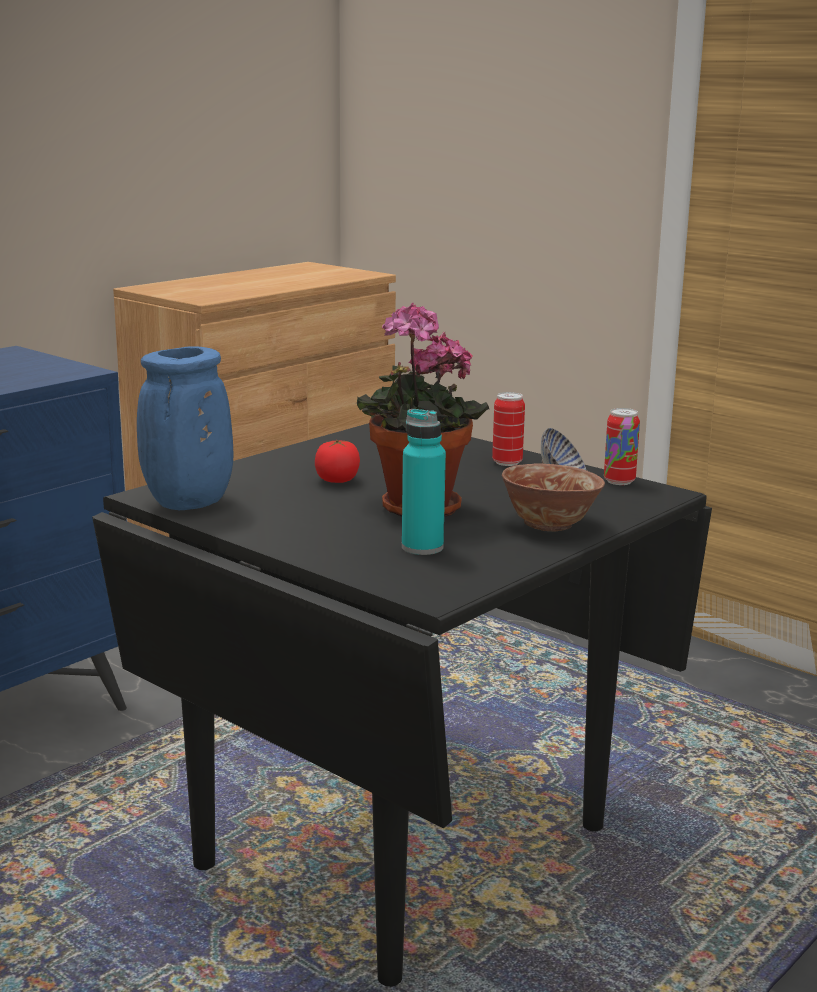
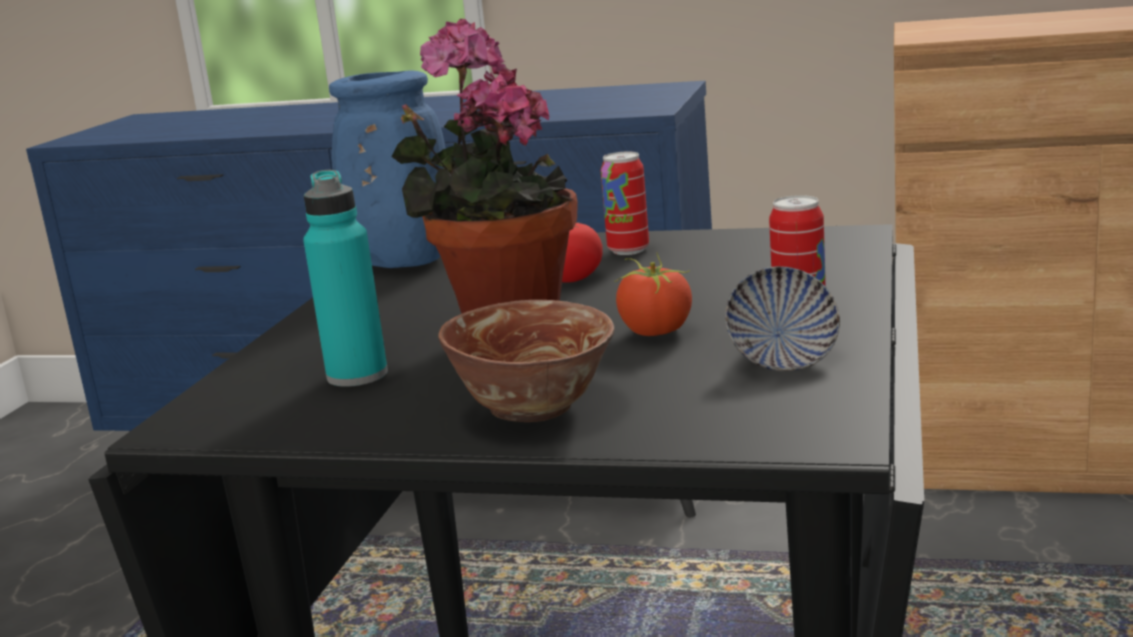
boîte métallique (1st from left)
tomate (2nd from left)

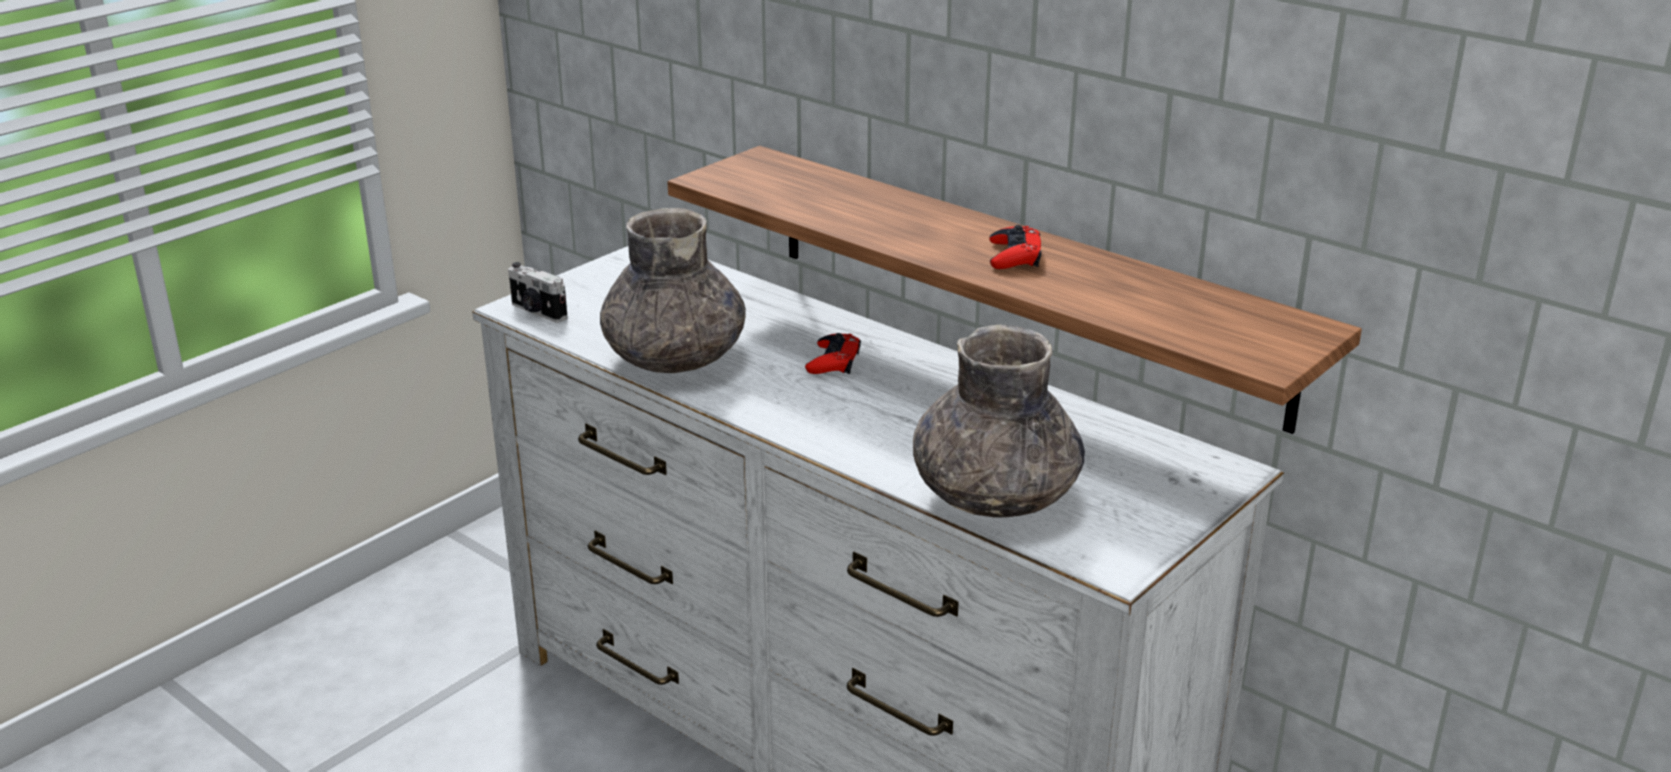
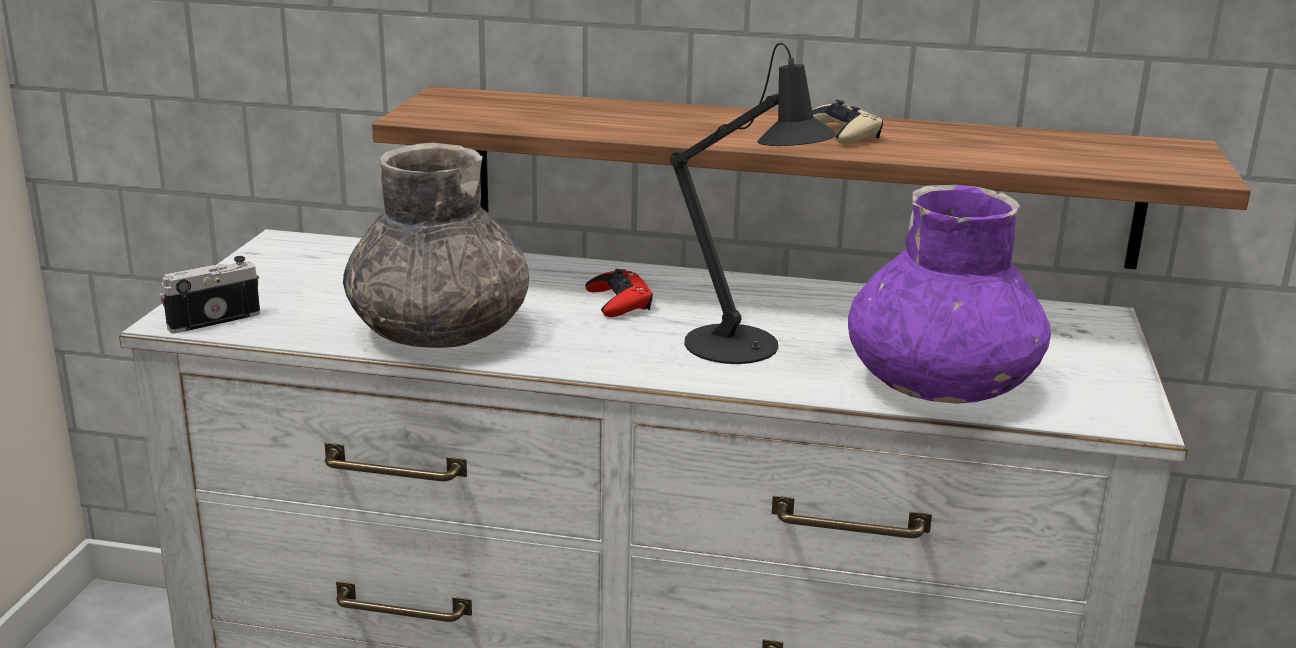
manette/beige
appareil photo
vase/violet
lampe de table/noir

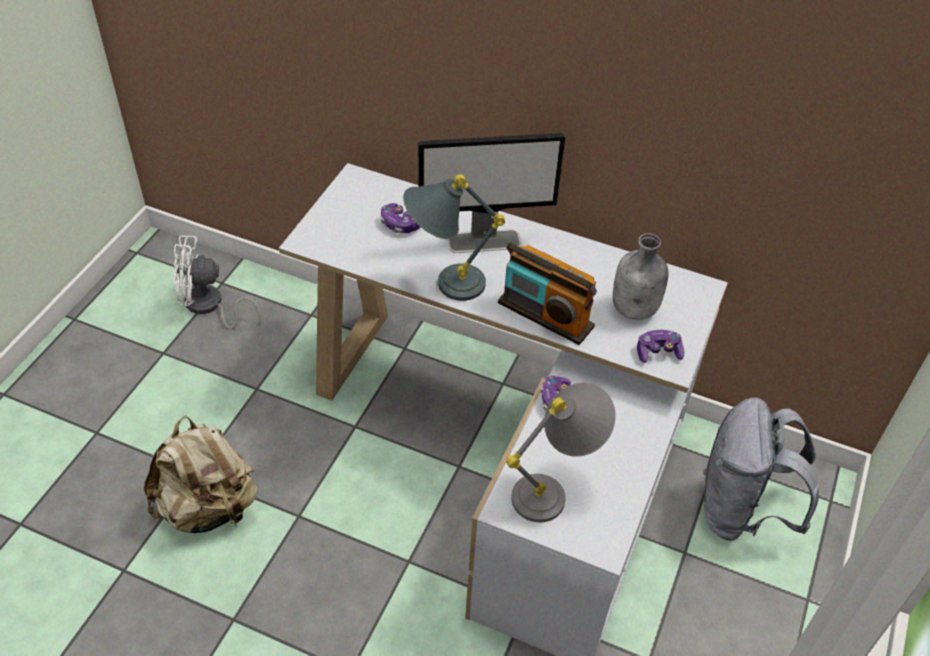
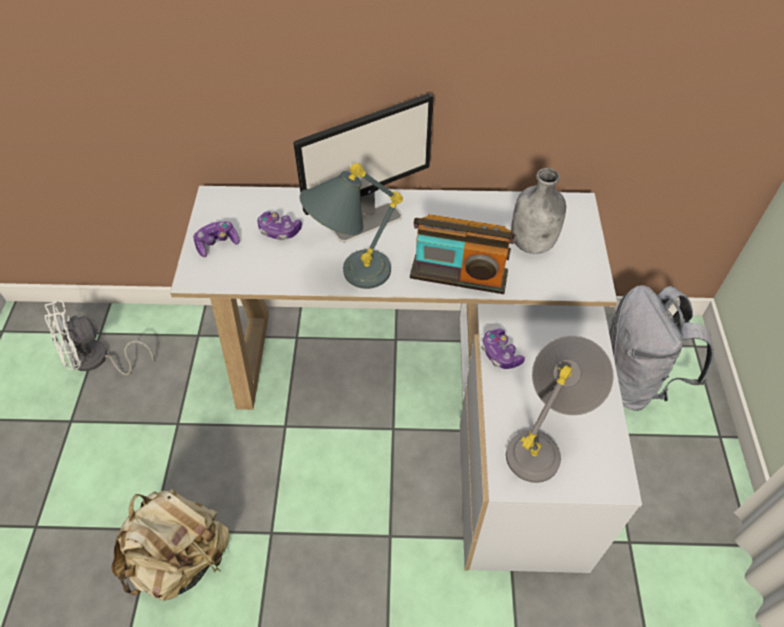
manette (1st from left)

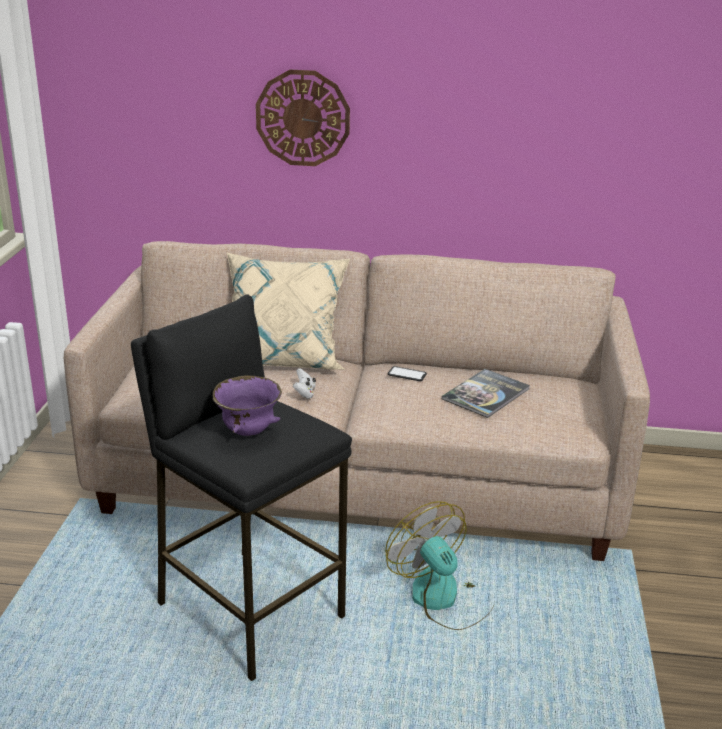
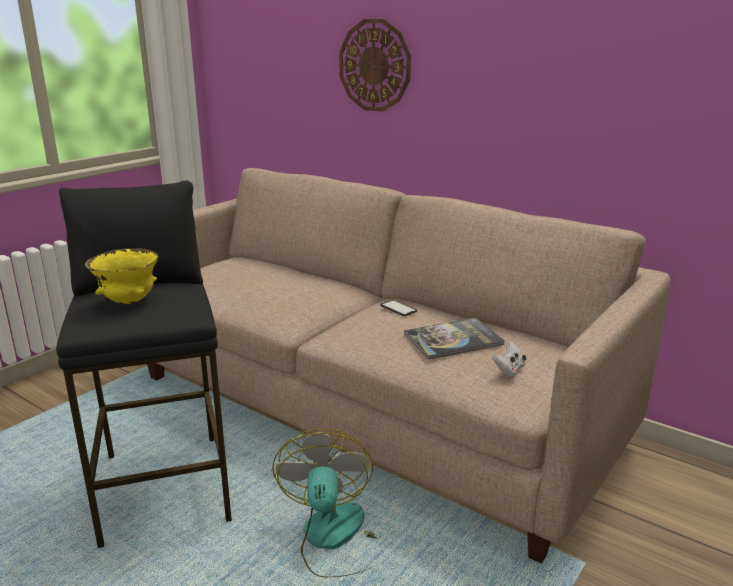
coussin/beige
manette/blanc
bol/jaune

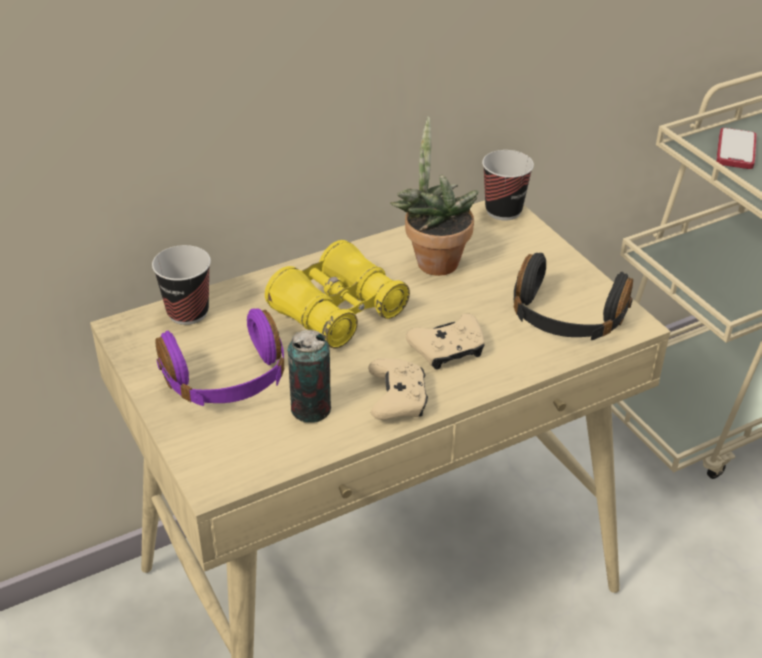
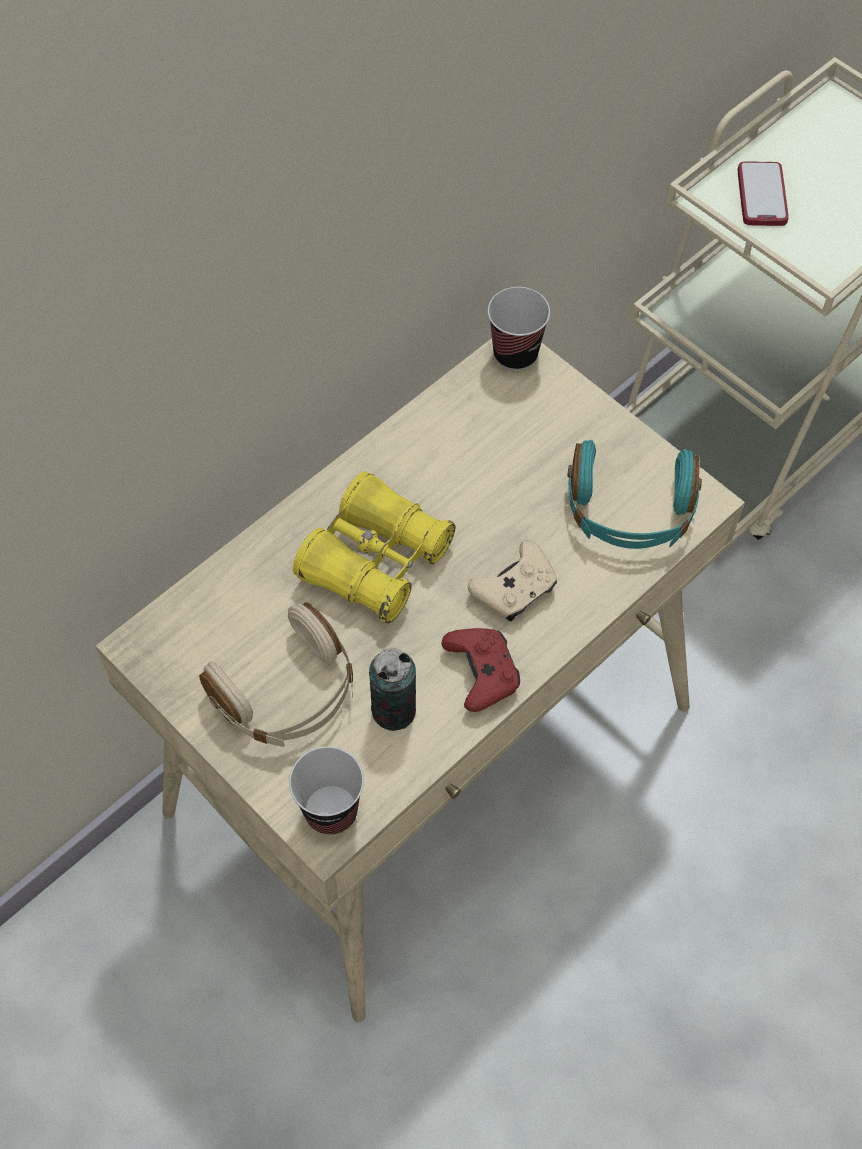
plante en pot
tasse (1st from left)
casque audio/turquoise
casque audio/beige
manette/rouge

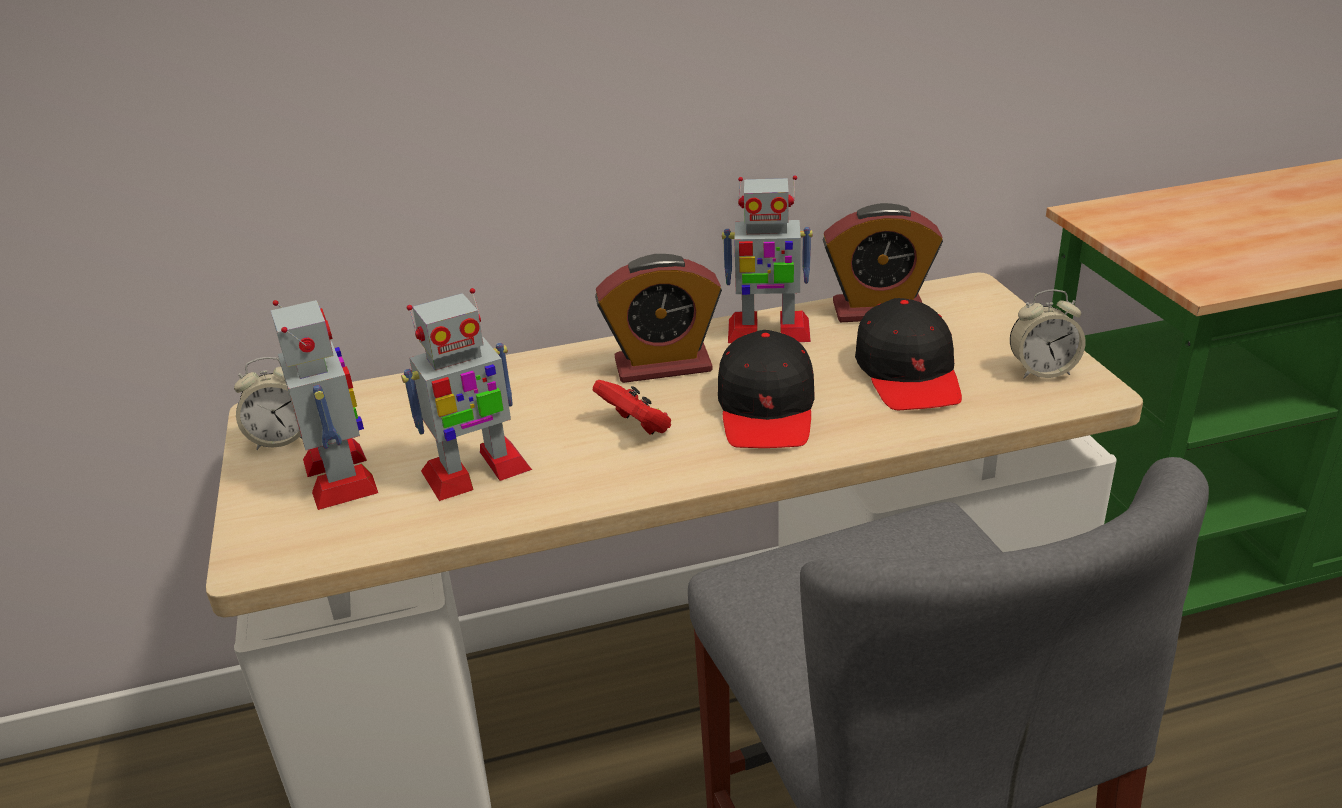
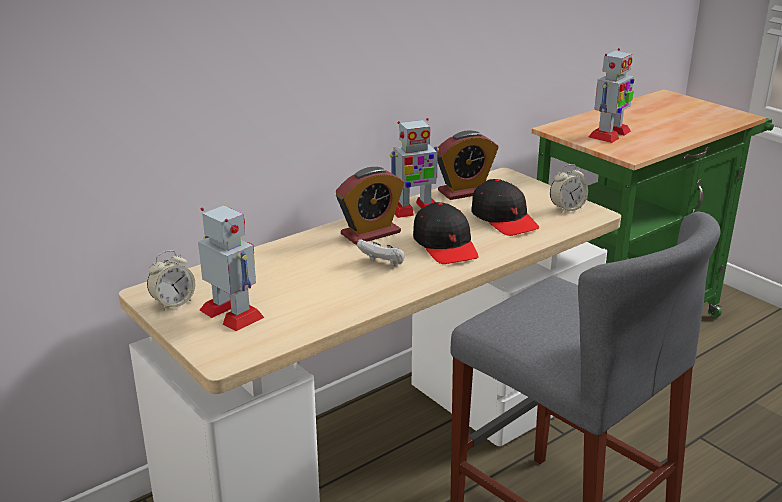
robot jouet (3rd from left)
manette/blanc

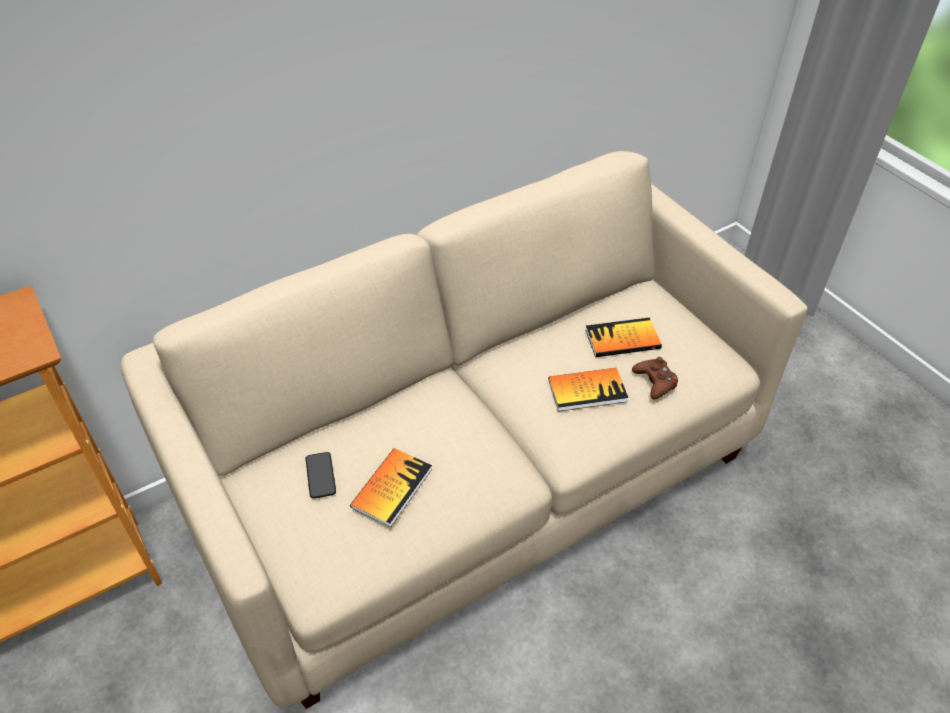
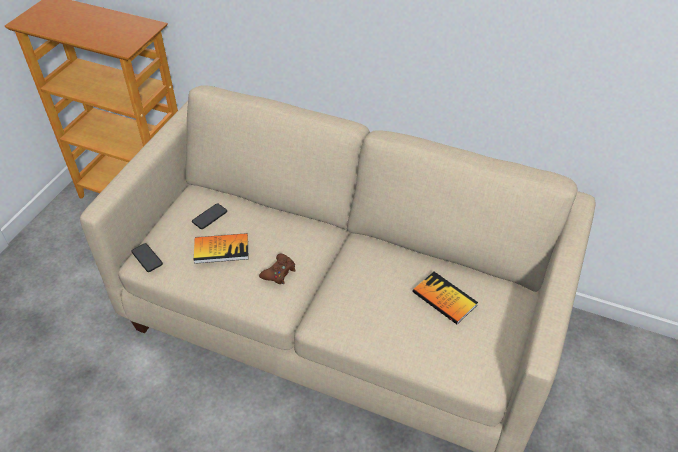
manette/marron
livre (2nd from left in the first image)
téléphone (1st from left)

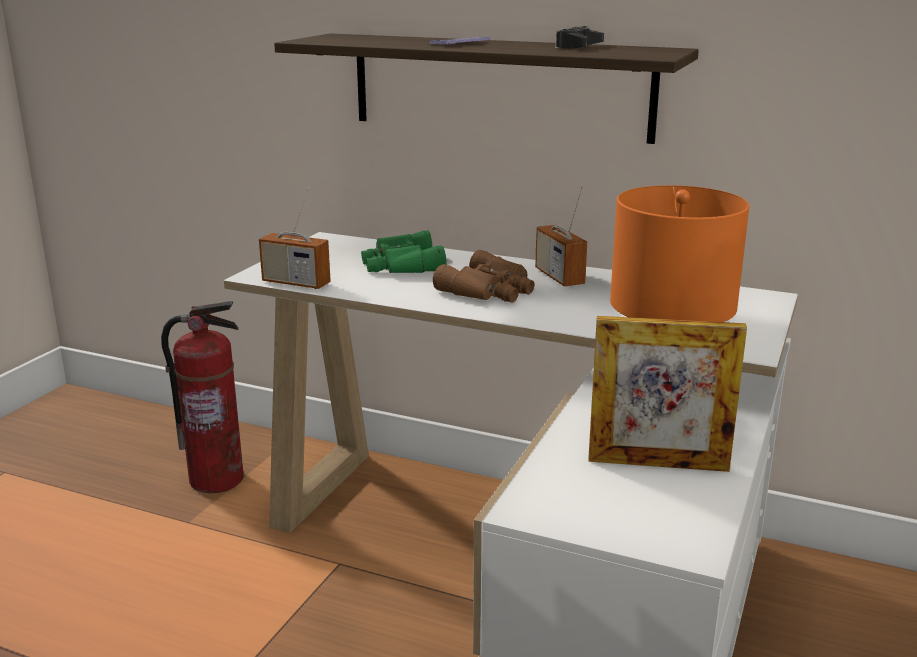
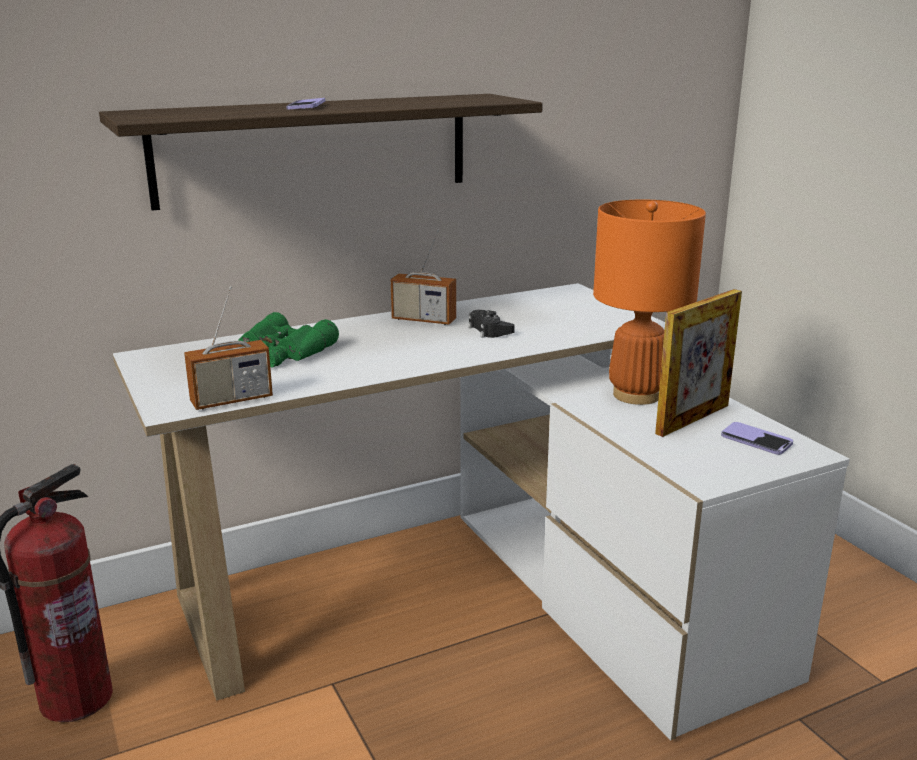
manette/noir
jumelles/marron
téléphone (2nd from left)

